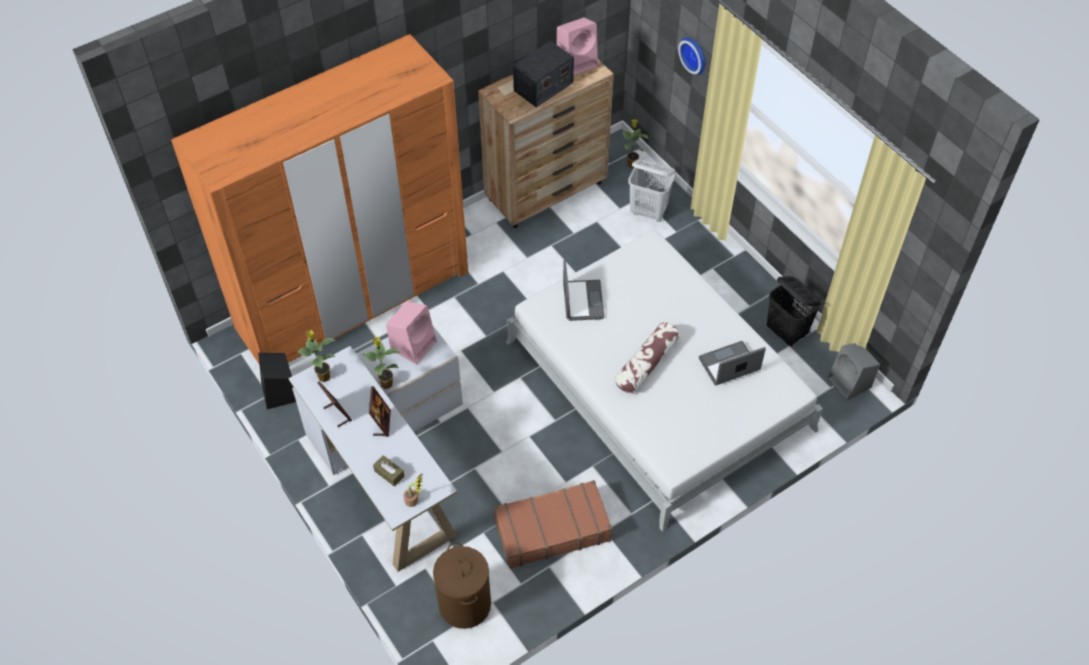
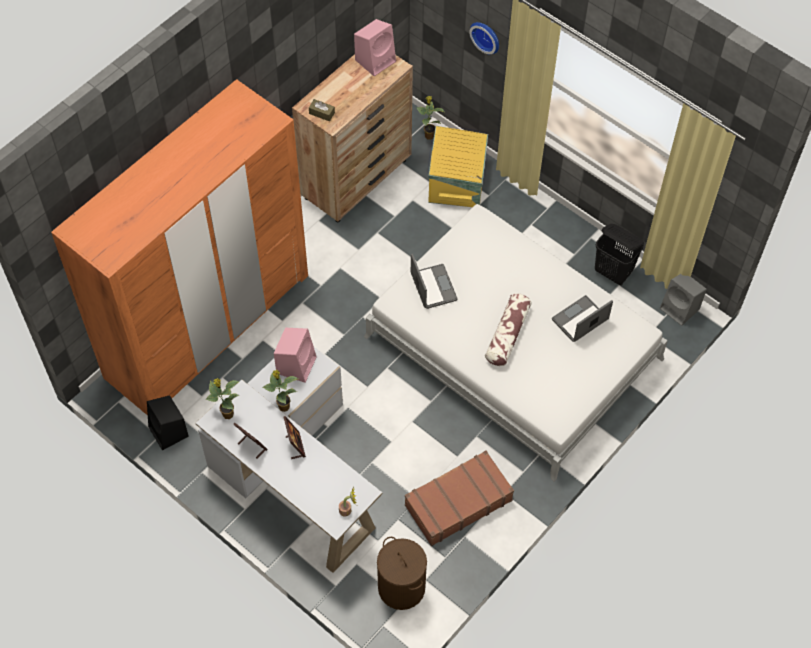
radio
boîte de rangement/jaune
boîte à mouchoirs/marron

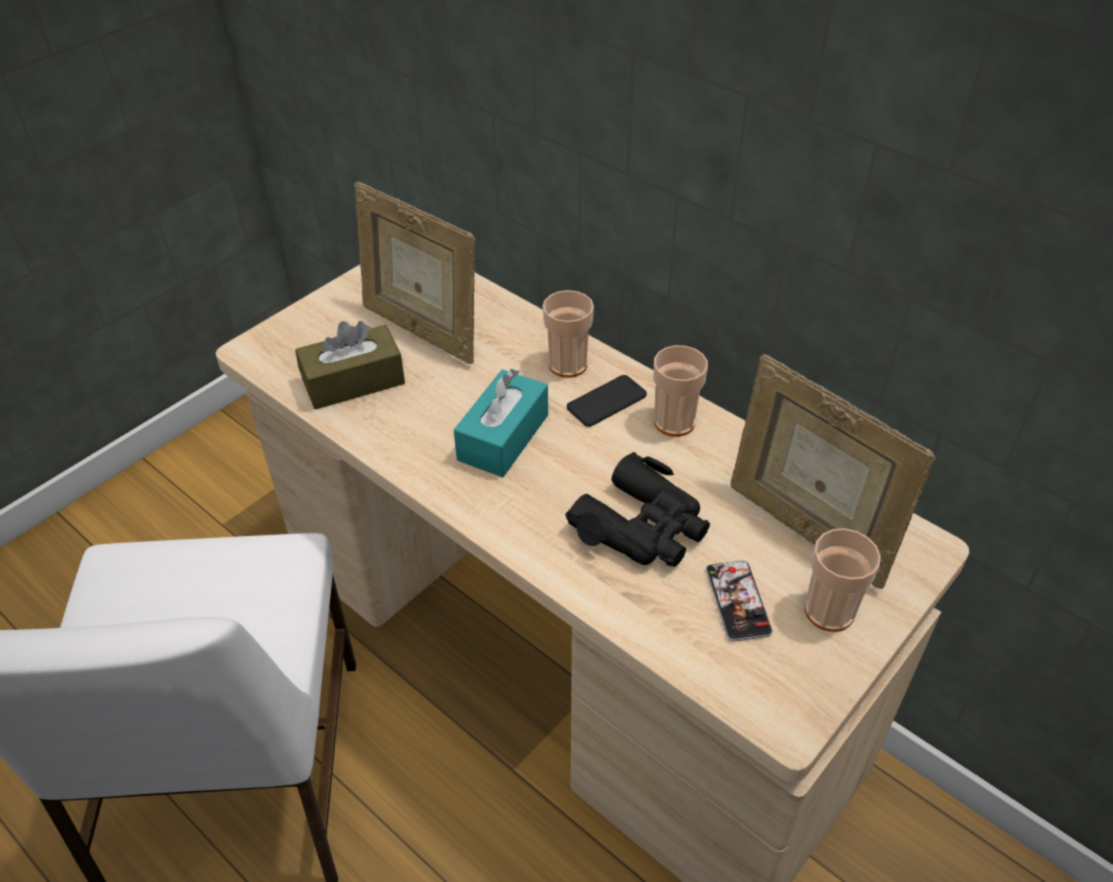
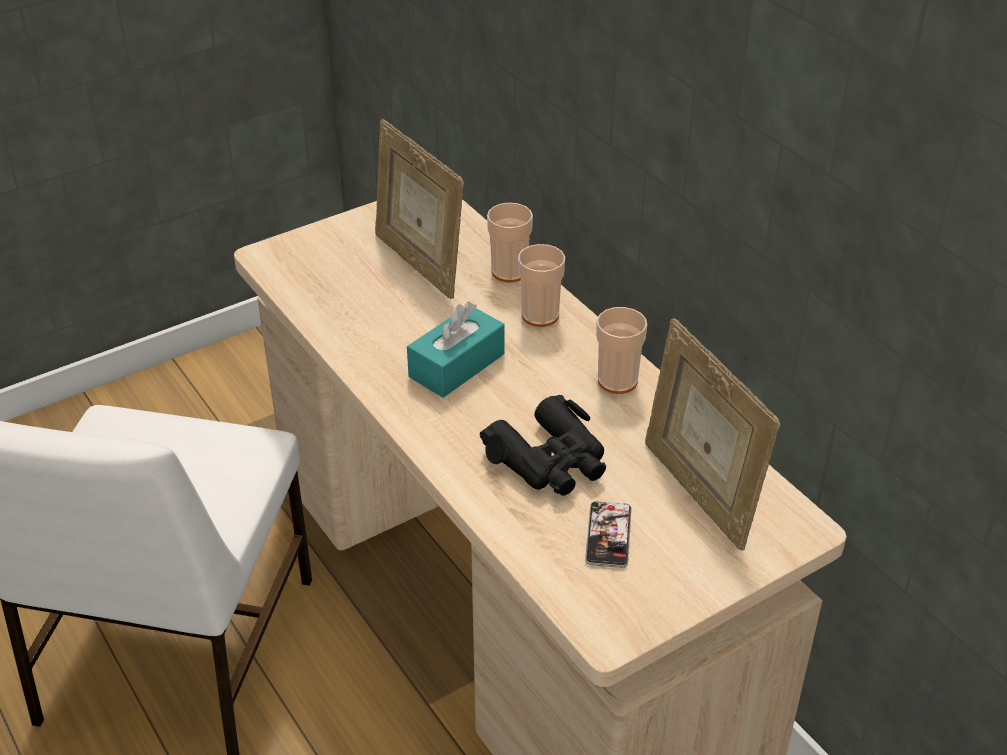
boîte à mouchoirs/marron
téléphone (1st from left in the first image)
tasse (1st from left)

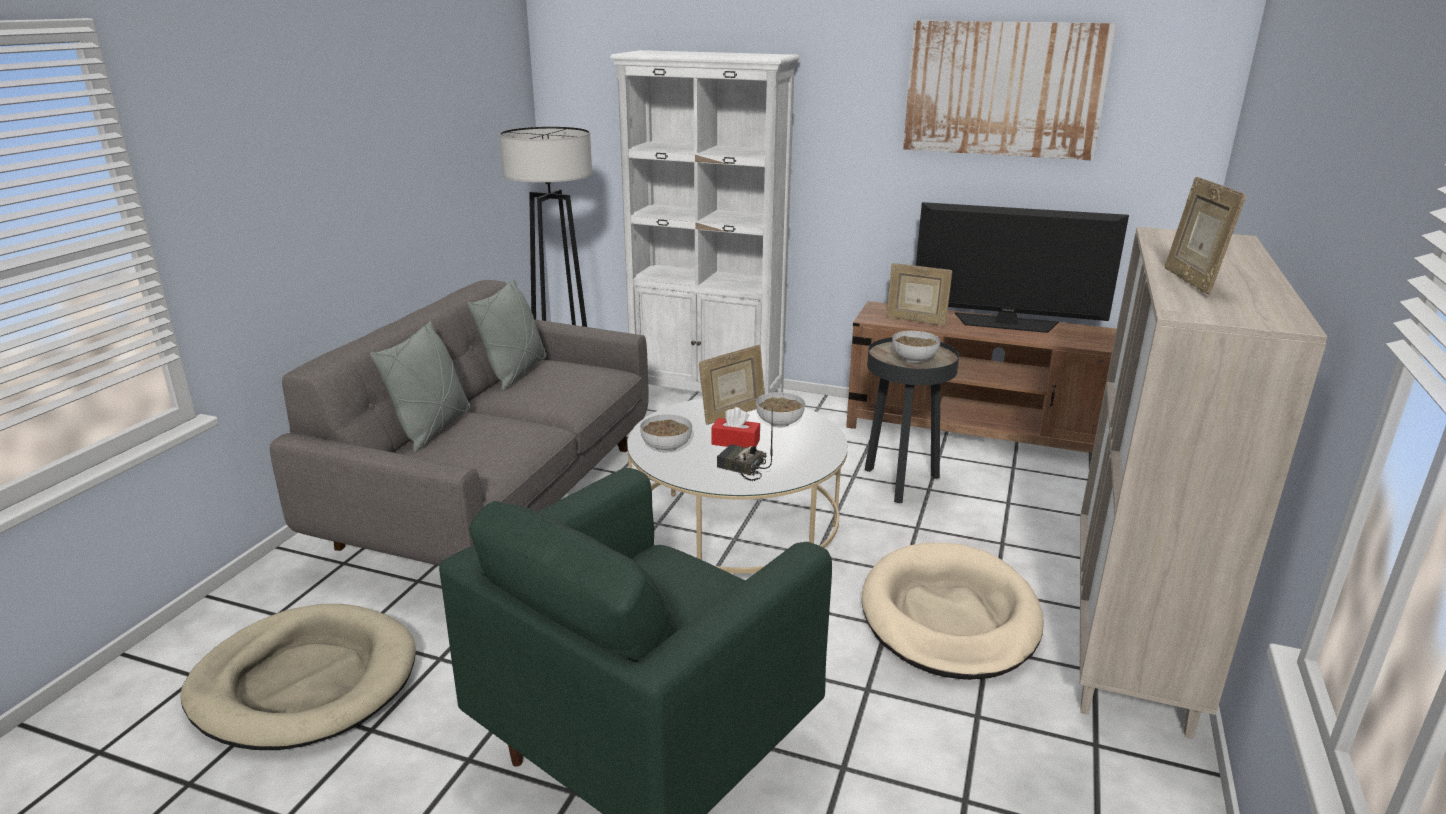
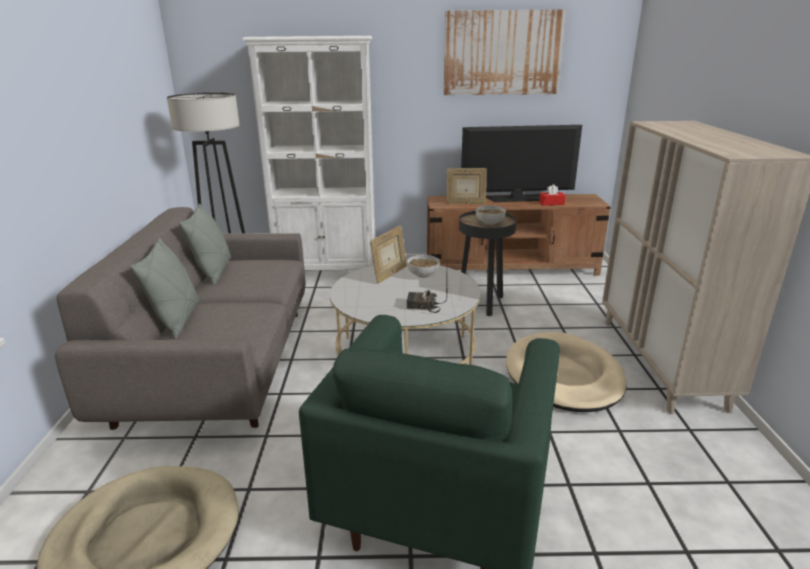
cadre photo (3rd from left in the first image)
boîte à mouchoirs/rouge
bol (1st from left in the first image)

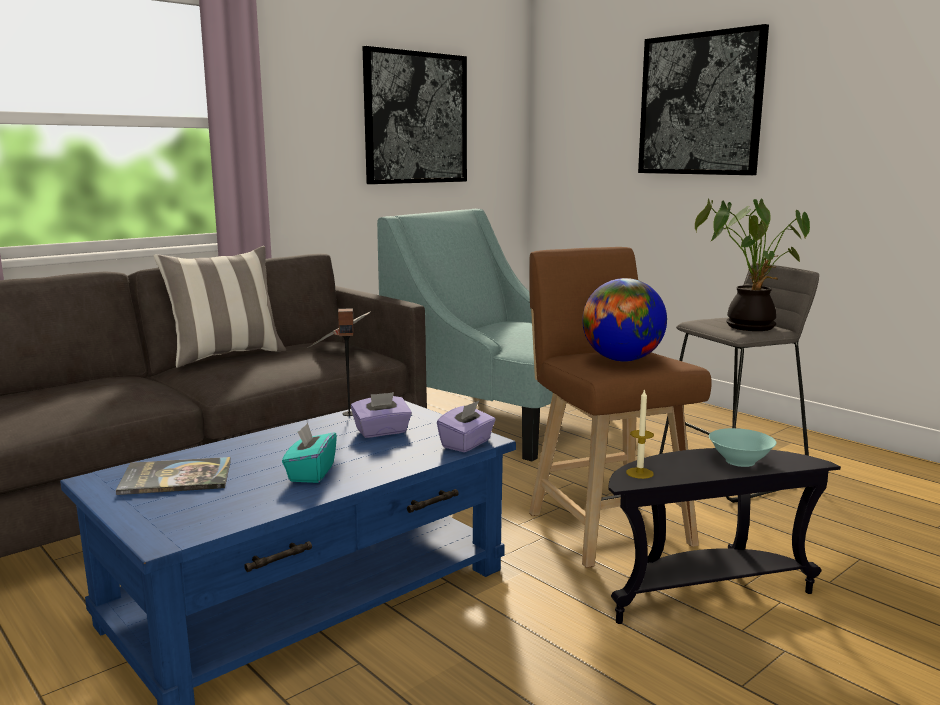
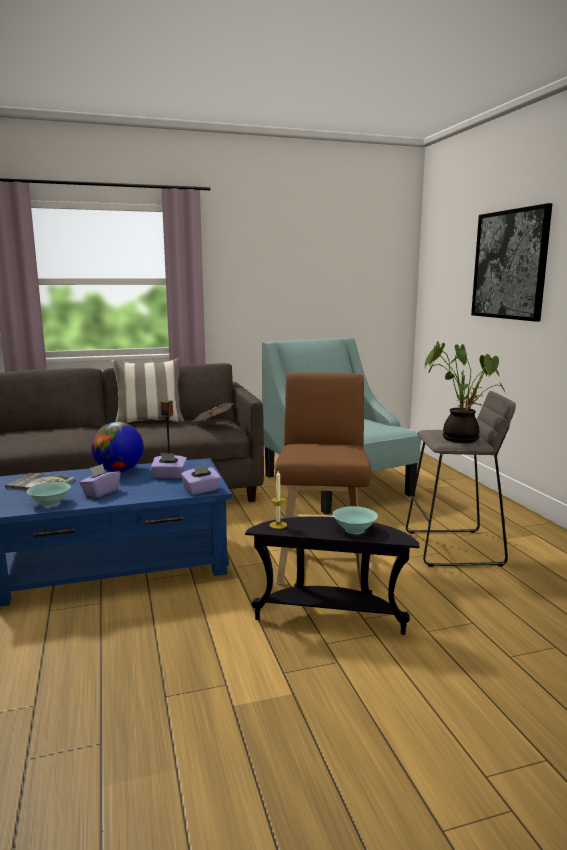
tableau (1st from left in the first image)
globe
boîte à mouchoirs/violet (1st from left)
bol/turquoise (1st from left)

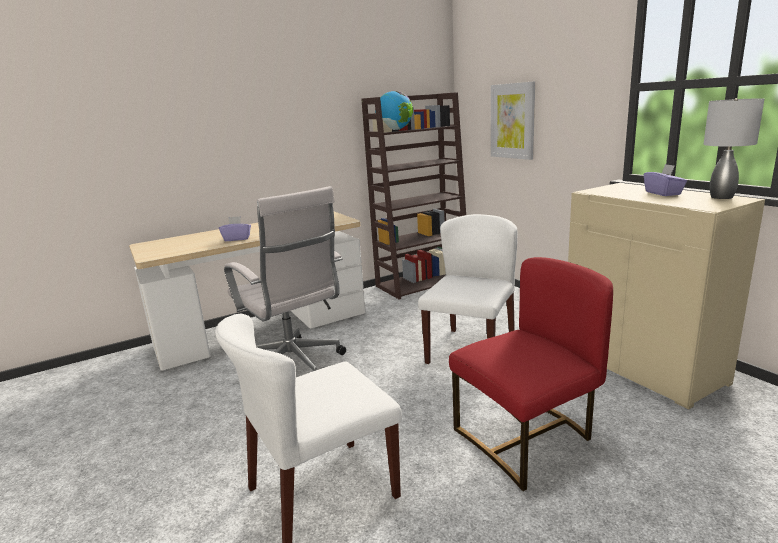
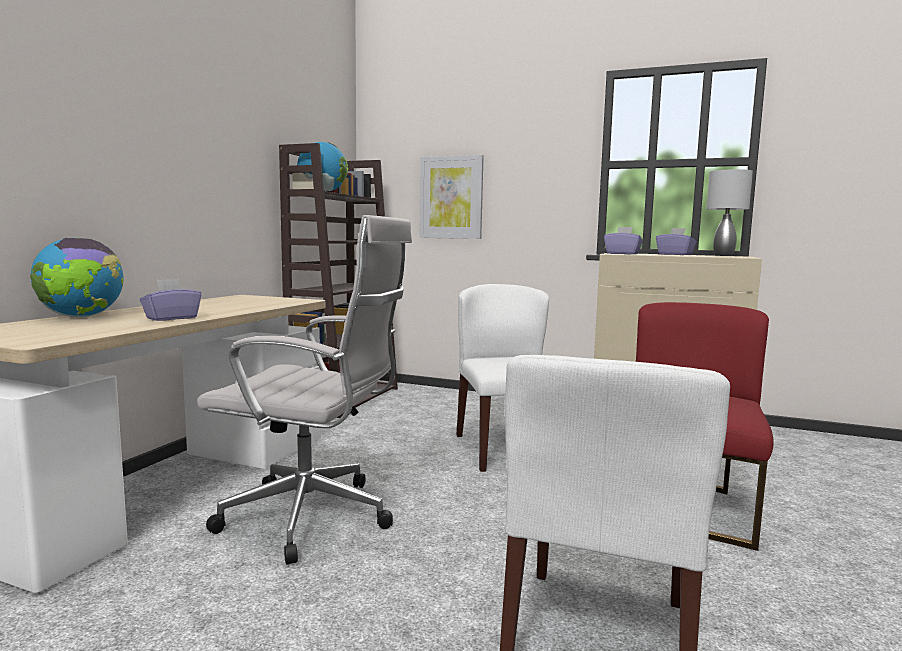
boîte à mouchoirs/violet (2nd from left)
globe (1st from left)

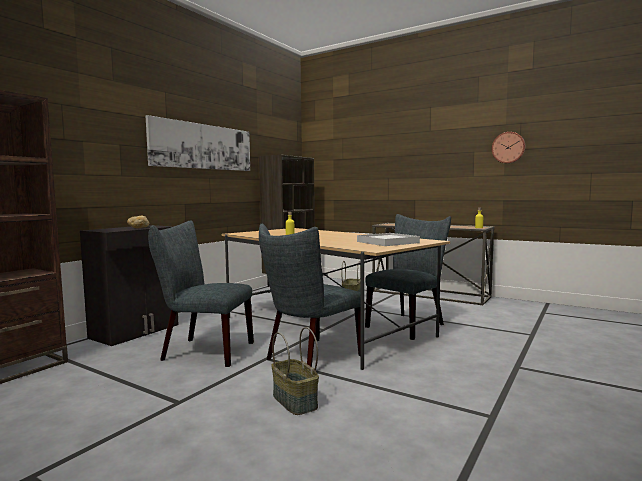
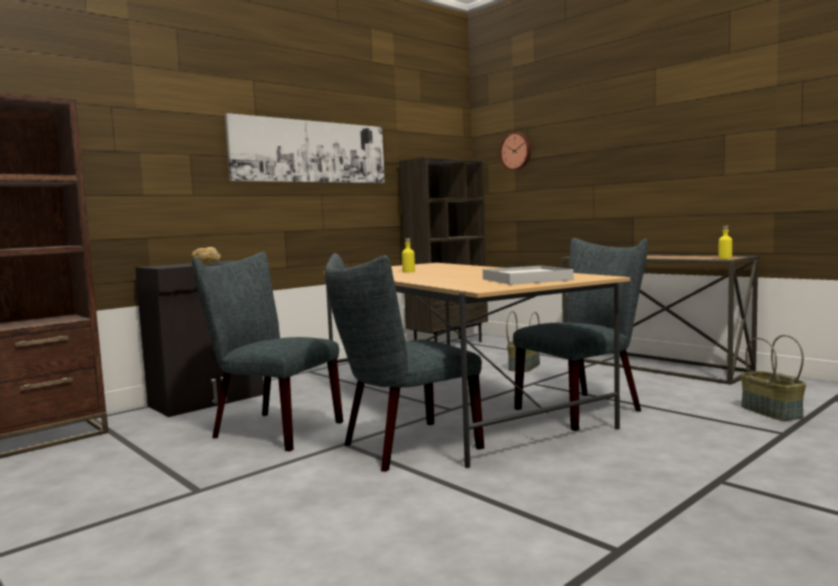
horloge murale
panier (2nd from left)

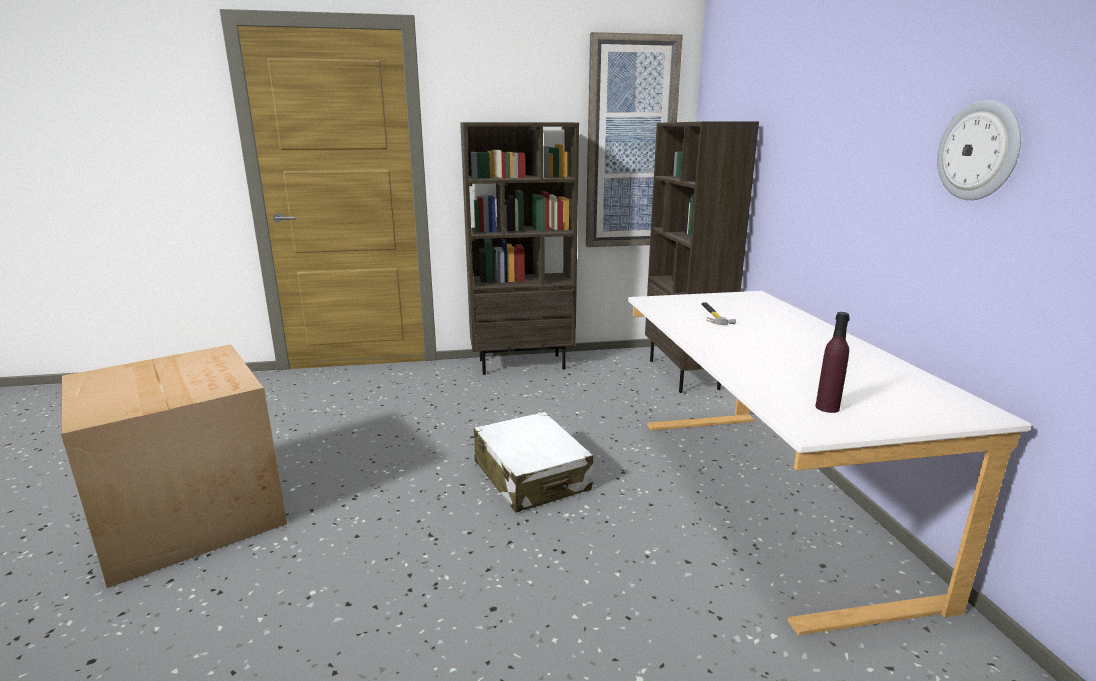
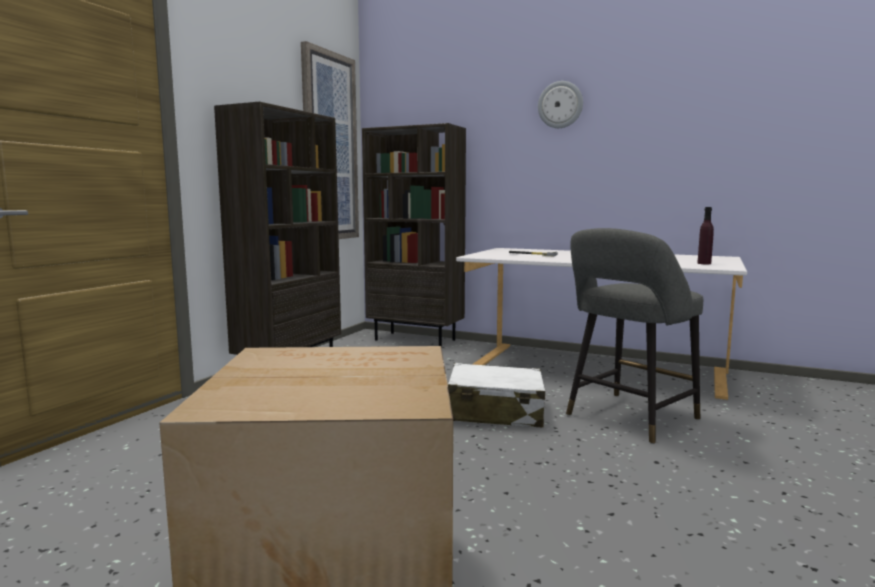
horloge murale
tabouret/gris

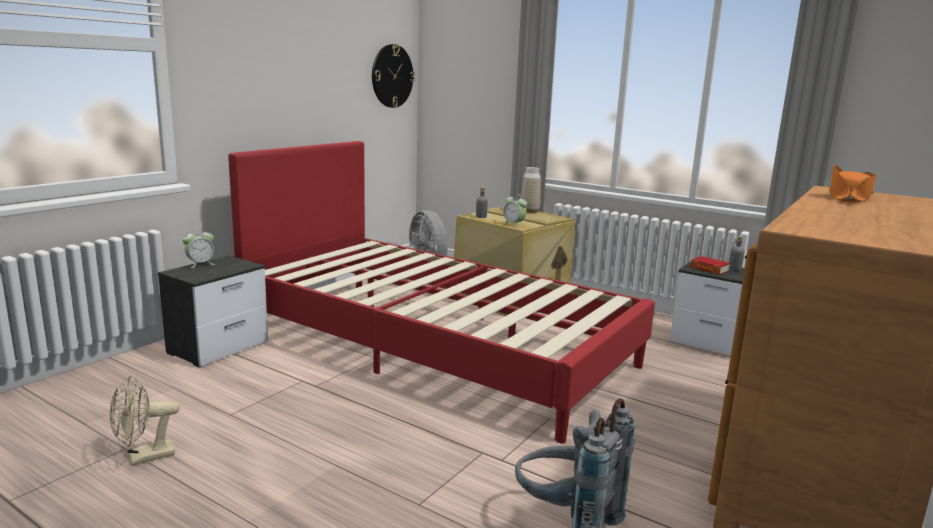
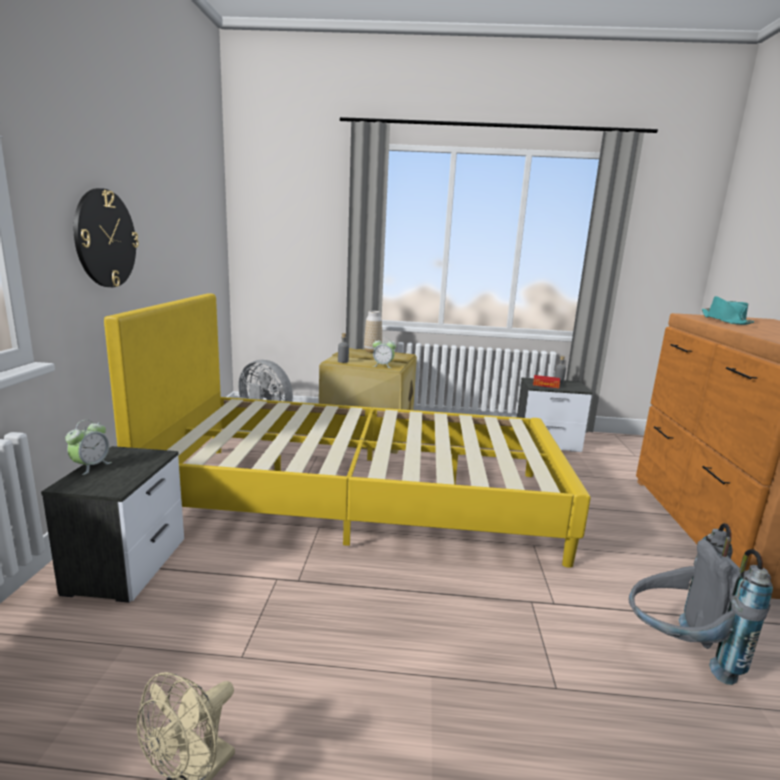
horloge murale
lit/jaune
chapeau/turquoise

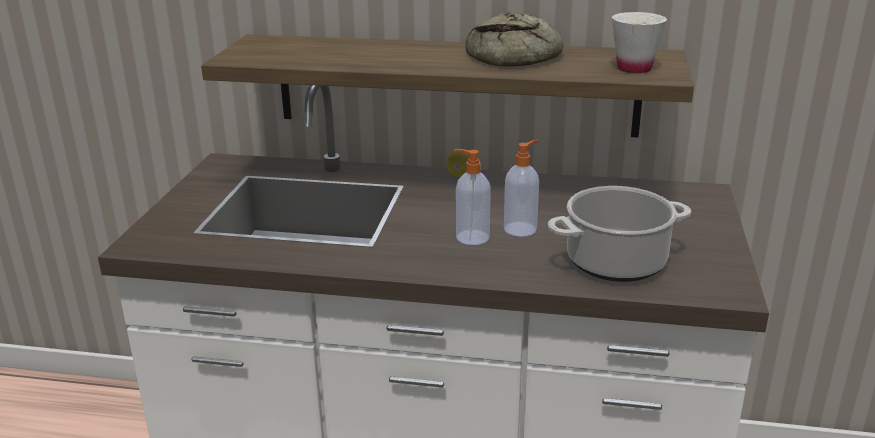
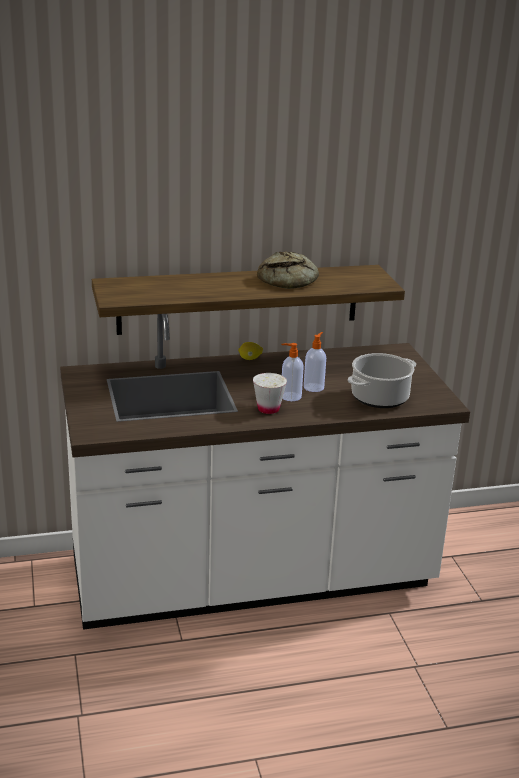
tasse/blanc

